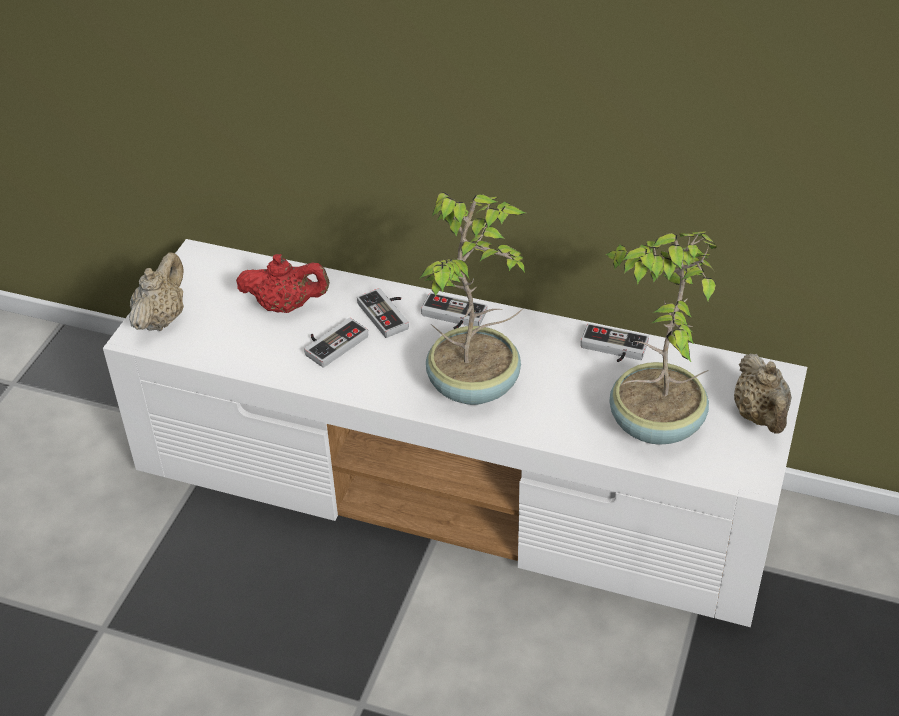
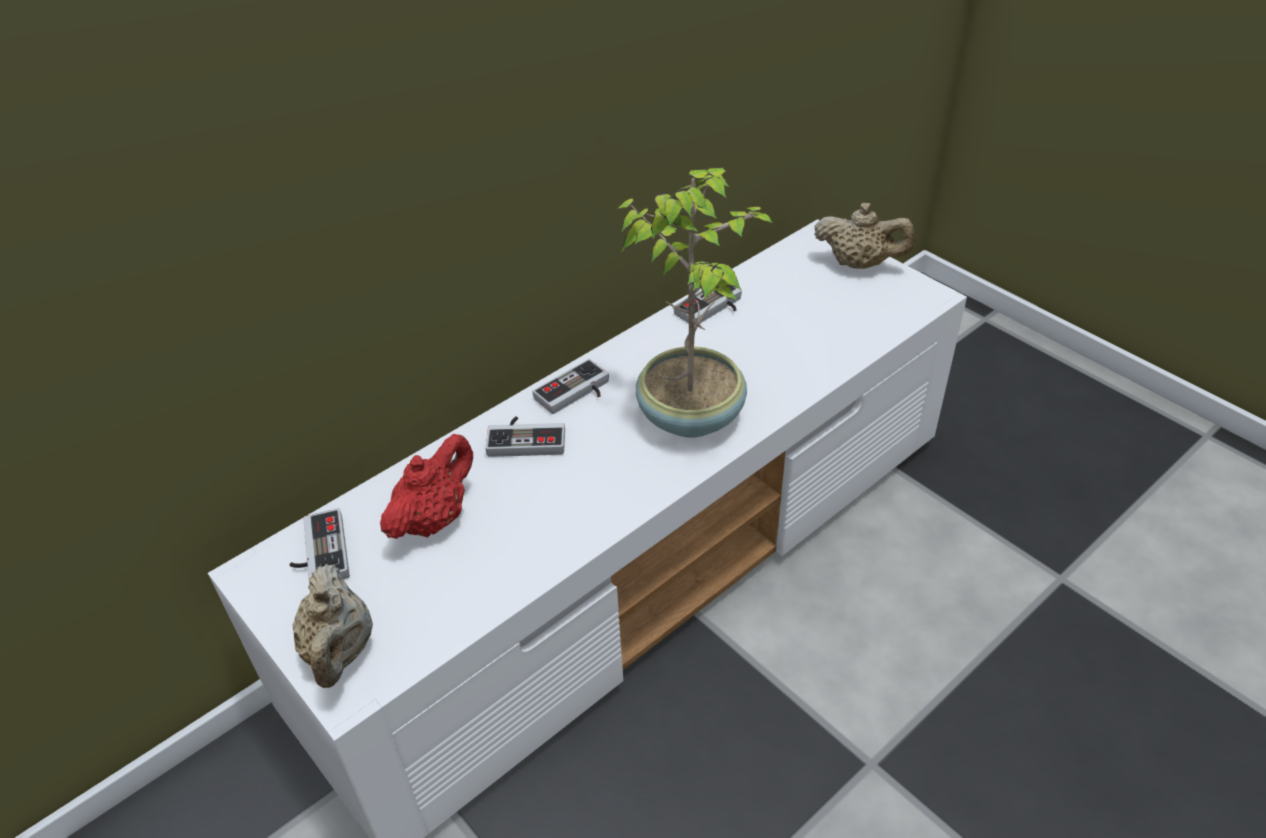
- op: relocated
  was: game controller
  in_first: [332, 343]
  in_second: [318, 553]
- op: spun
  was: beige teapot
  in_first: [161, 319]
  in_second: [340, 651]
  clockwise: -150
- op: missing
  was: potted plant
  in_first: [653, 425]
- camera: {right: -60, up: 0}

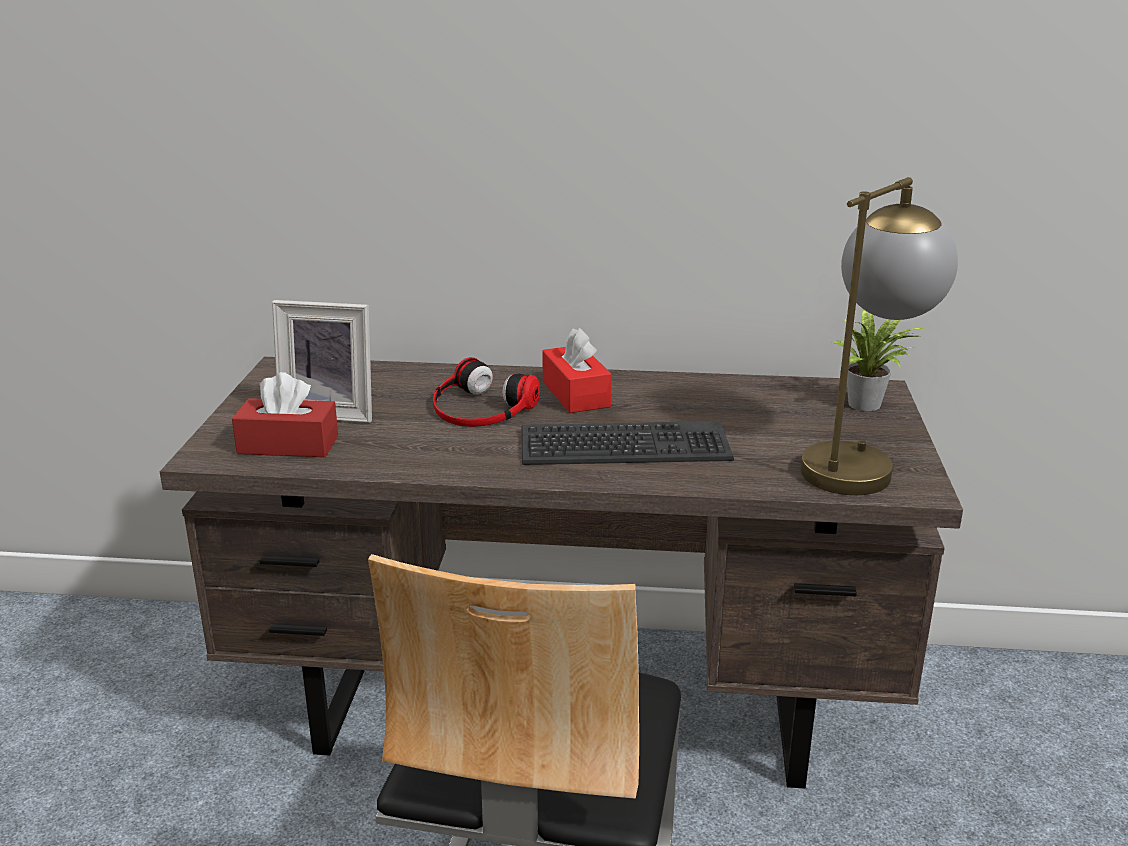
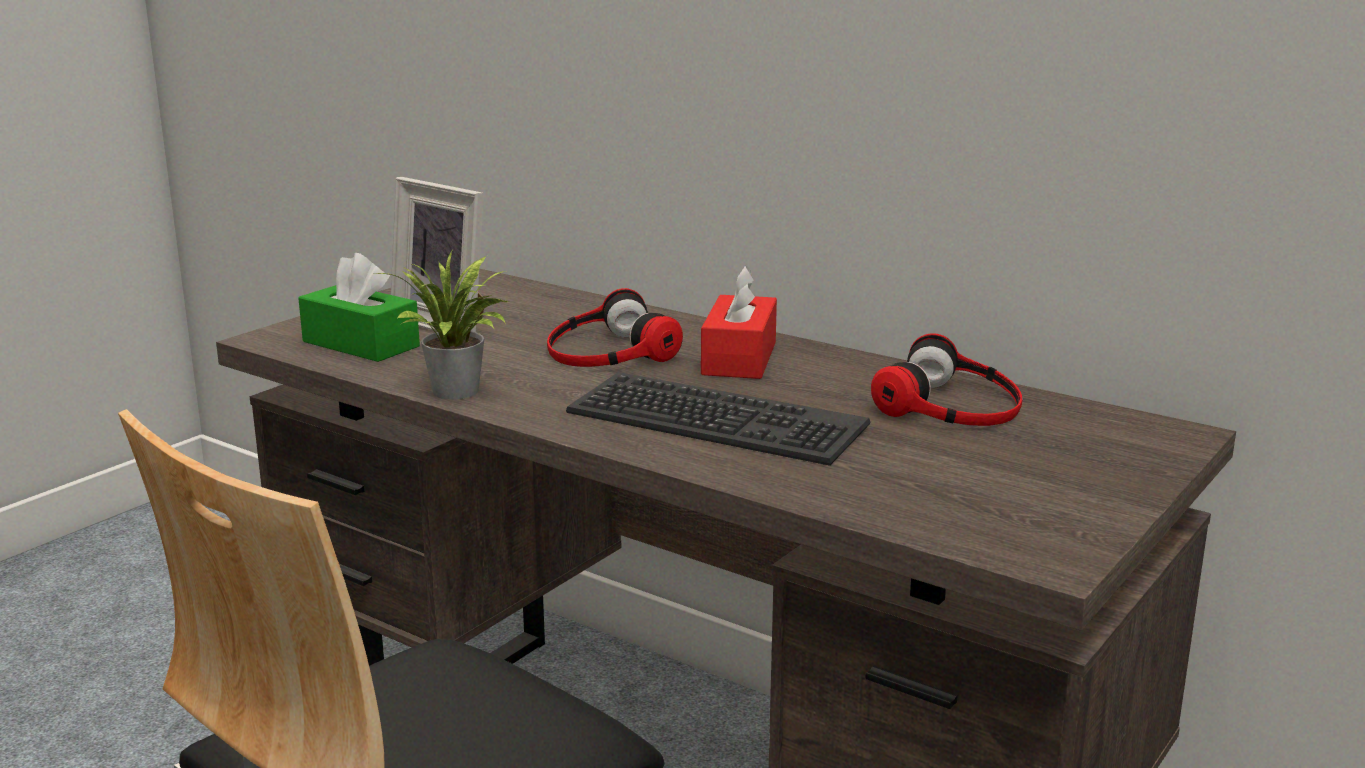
- op: colour
  was: red tissue box
  now: green tissue box
  in_first: [288, 445]
  in_second: [361, 344]
- op: relocated
  was: potted plant
  in_first: [868, 405]
  in_second: [457, 393]
- op: appeared
  now: headphones
  in_second: [952, 404]
- op: missing
  was: table lamp
  in_first: [860, 462]
- camera: {right: 30, up: -5}

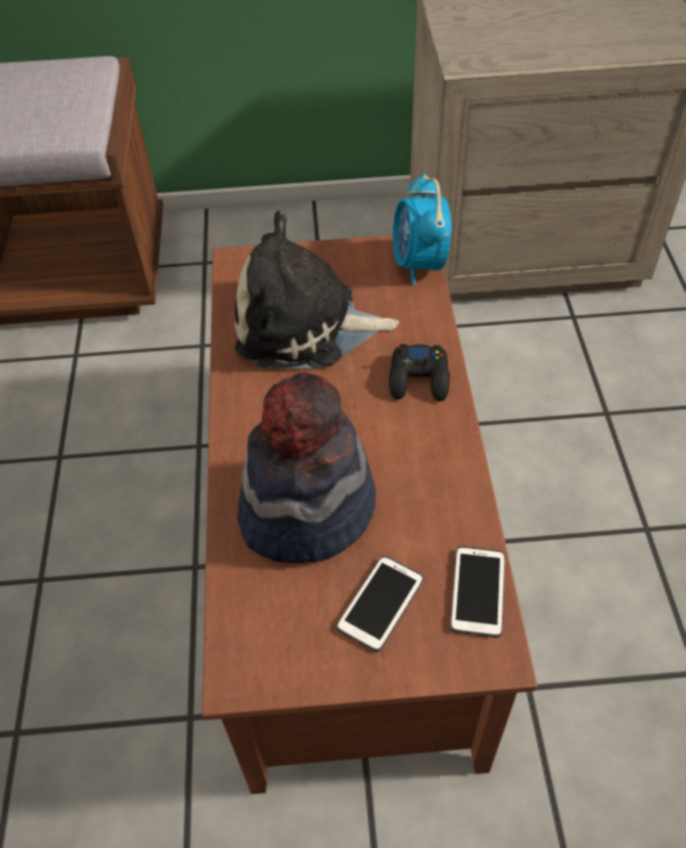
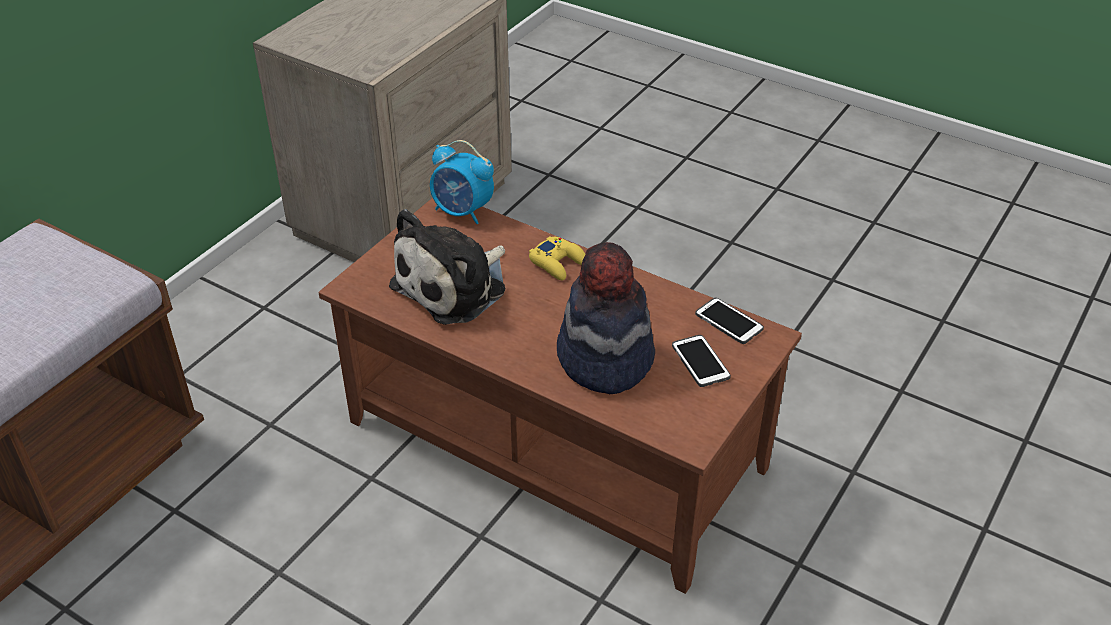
- op: colour
  was: black game controller
  now: yellow game controller
  in_first: [419, 379]
  in_second: [558, 263]
- camera: {right: -55, up: -10}

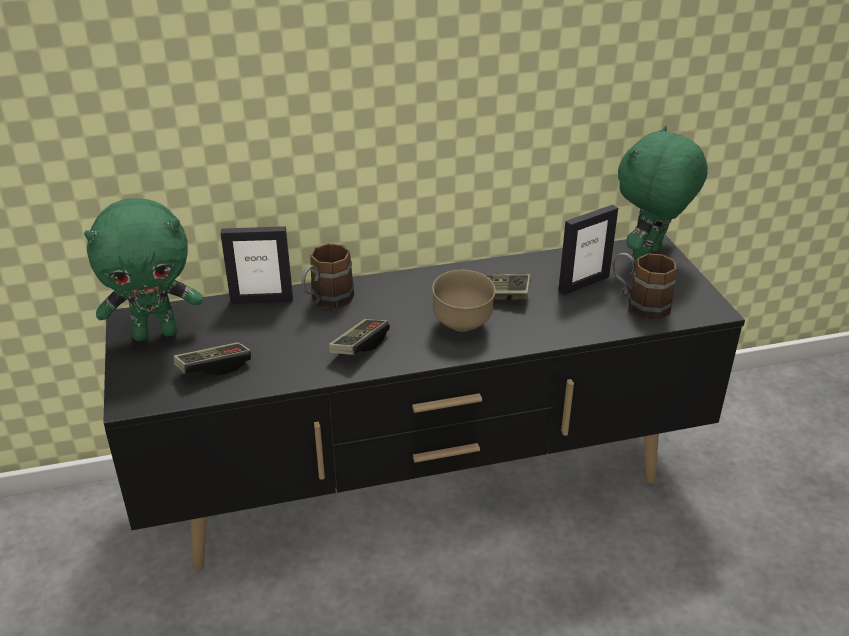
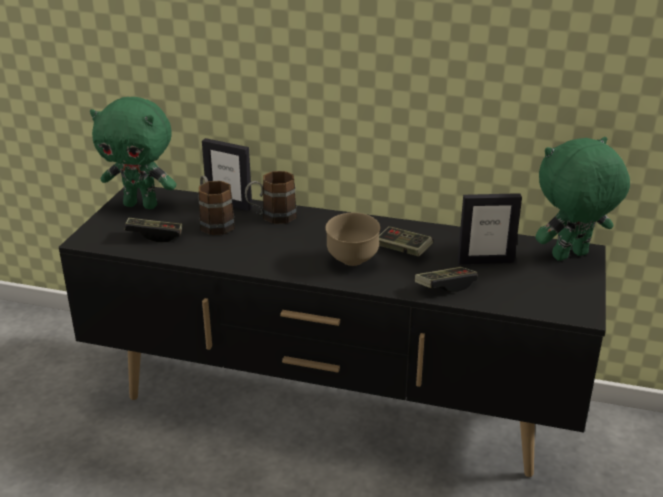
- op: relocated
  was: brown mug
  in_first: [638, 304]
  in_second: [214, 222]
- op: relocated
  was: game controller
  in_first: [359, 346]
  in_second: [445, 286]
- camera: {right: 30, up: -5}

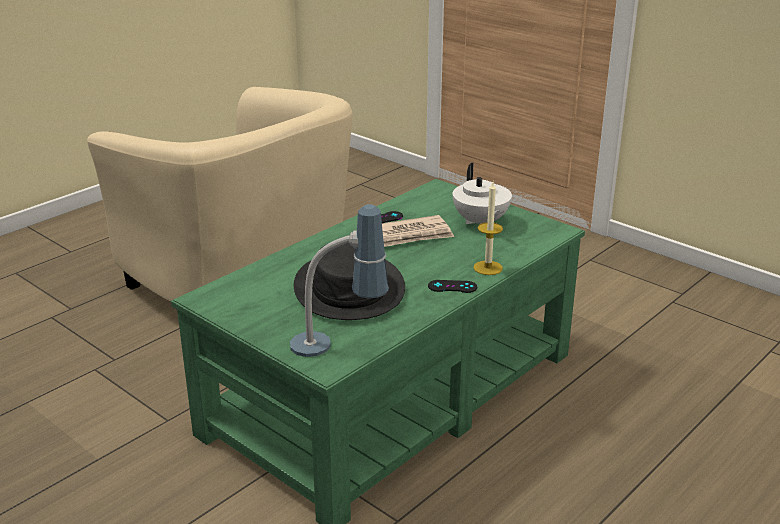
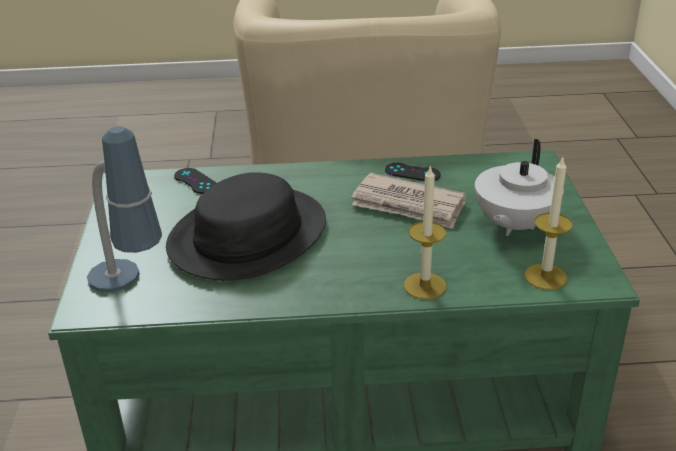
- op: relocated
  was: black game controller
  in_first: [452, 287]
  in_second: [195, 181]
- op: appeared
  now: candle
  in_second: [545, 277]
- camera: {right: 45, up: 5}

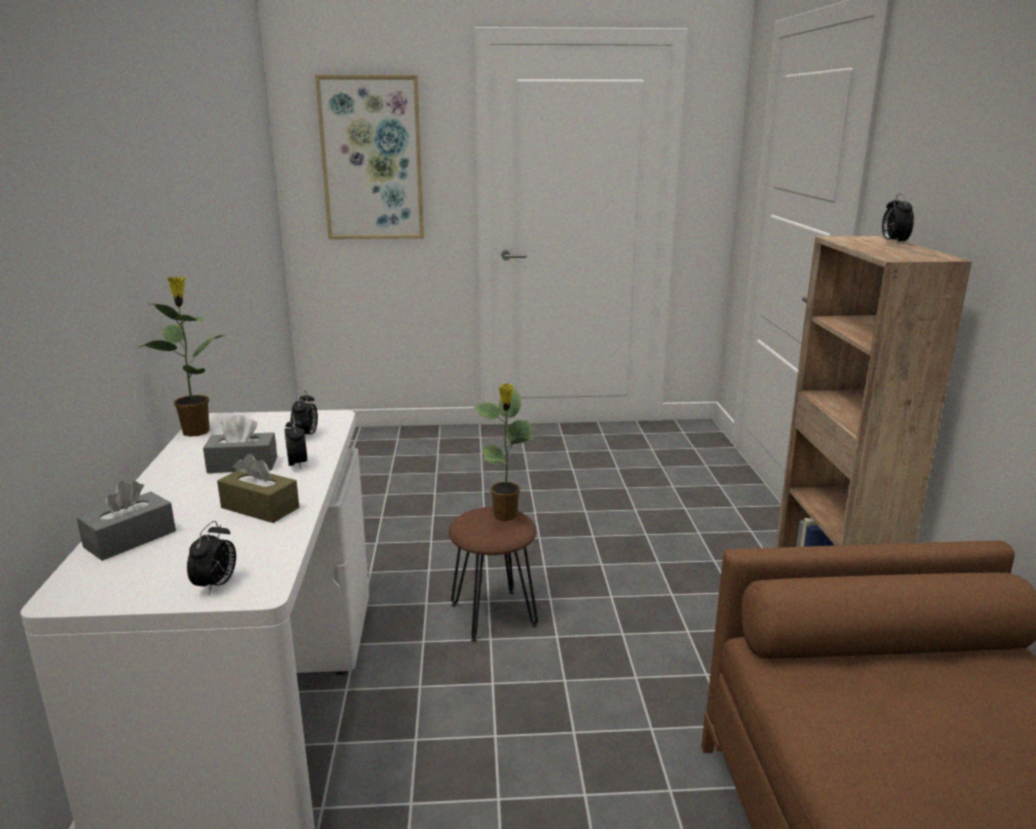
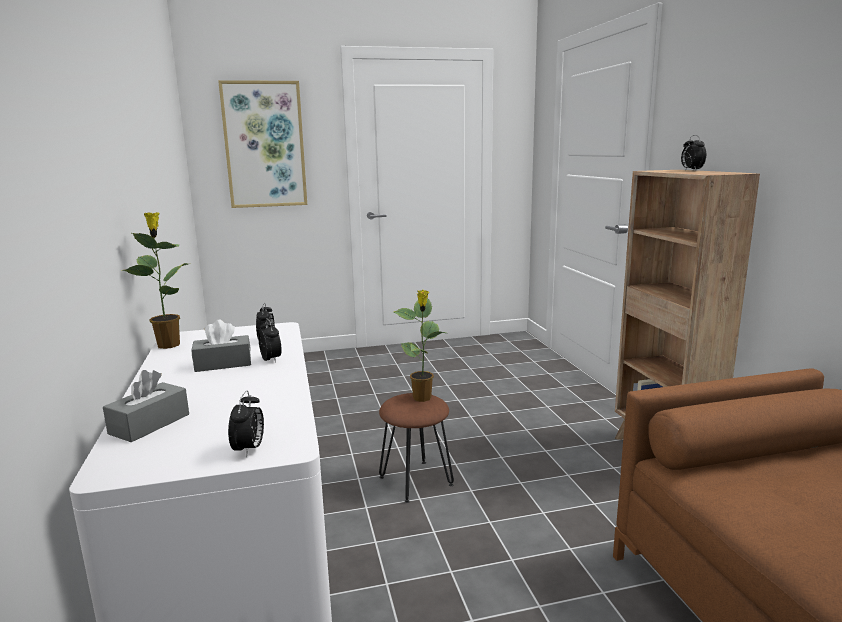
- op: missing
  was: brown tissue box
  in_first: [260, 508]
- camera: {right: -10, up: -5}

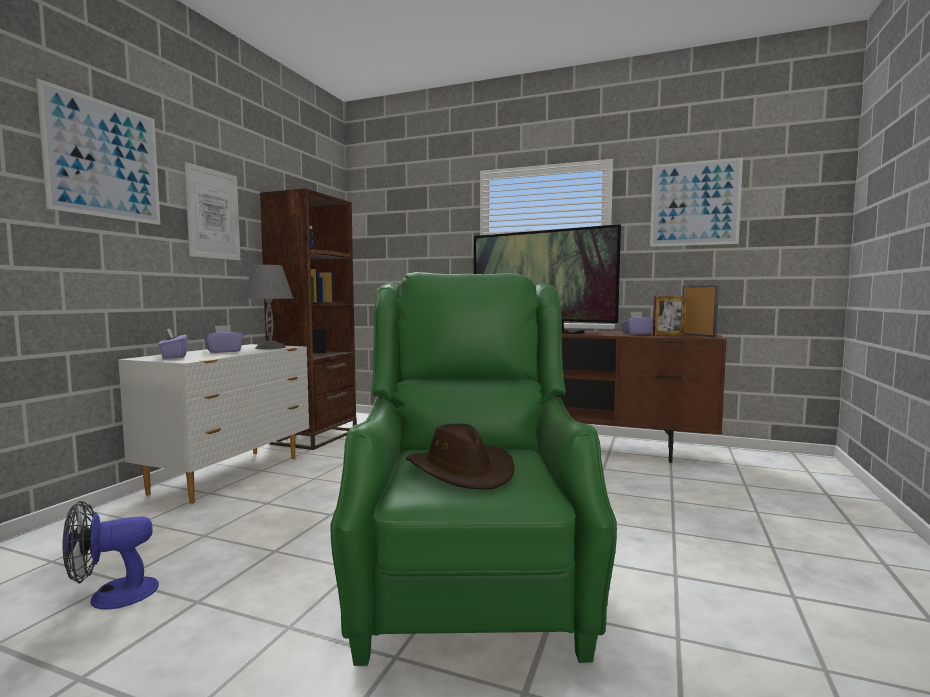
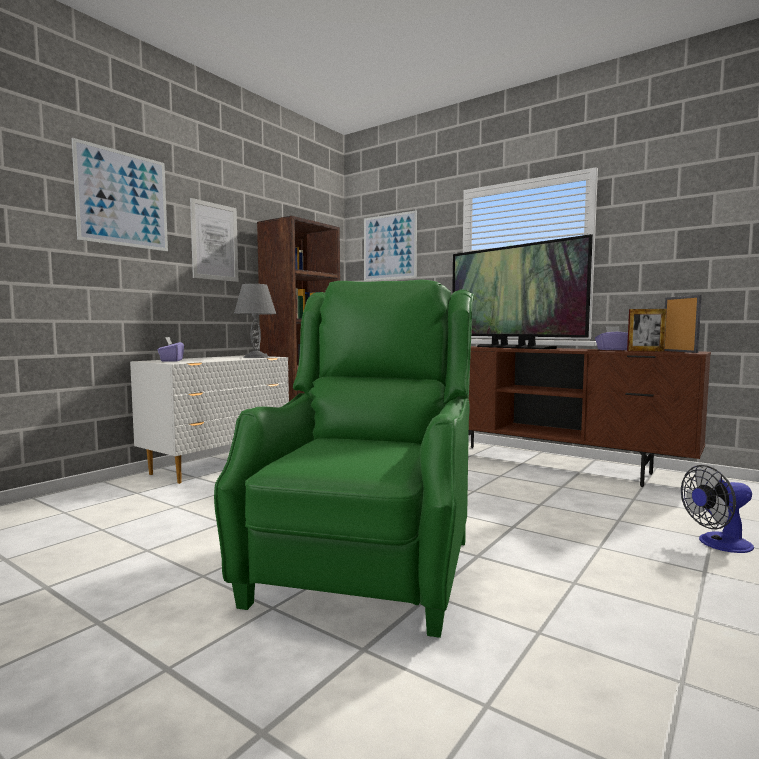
- op: relocated
  was: picture
  in_first: [694, 203]
  in_second: [389, 247]
- op: relocated
  was: fan
  in_first: [111, 596]
  in_second: [718, 544]
- op: missing
  was: purple tissue box
  in_first: [224, 351]
- op: missing
  was: brown hat
  in_first: [461, 471]
- camera: {right: 15, up: 0}

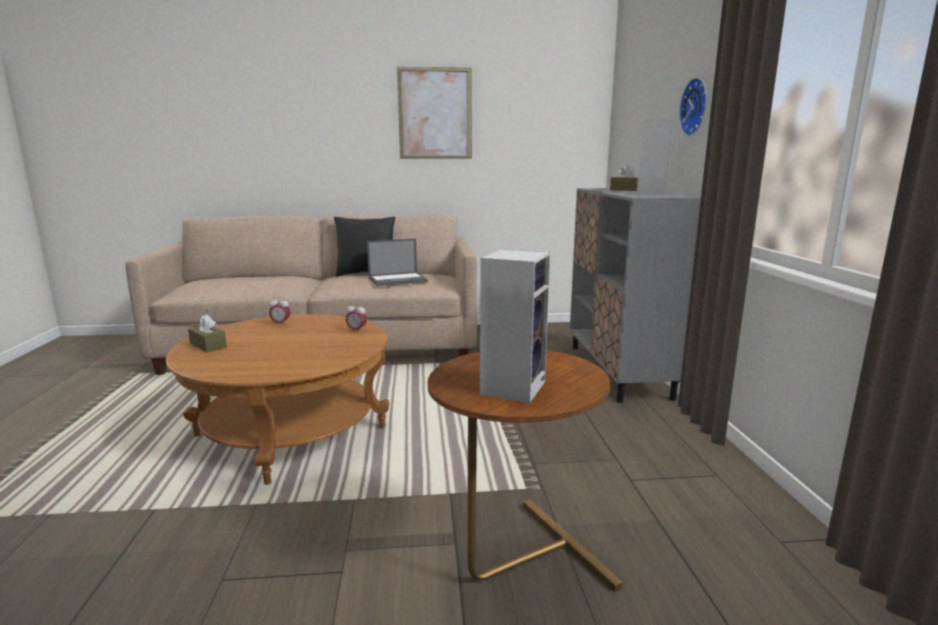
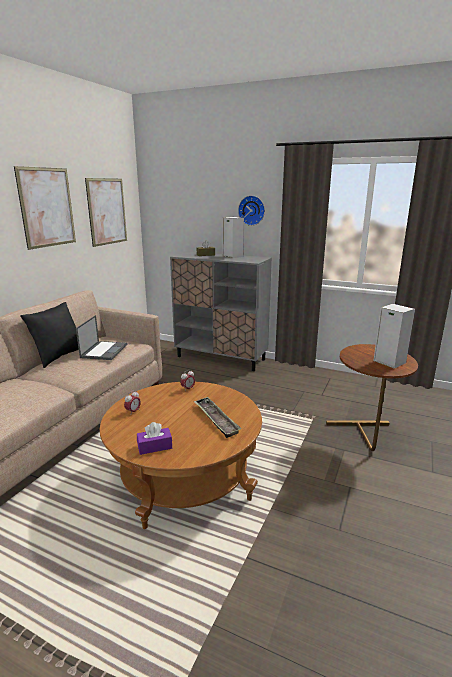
- op: appeared
  now: picture
  in_second: [107, 211]
- op: colour
  was: brown tissue box
  now: purple tissue box
  in_first: [208, 345]
  in_second: [154, 446]
- op: appeared
  now: tray
  in_second: [216, 419]
- camera: {right: -60, up: 5}

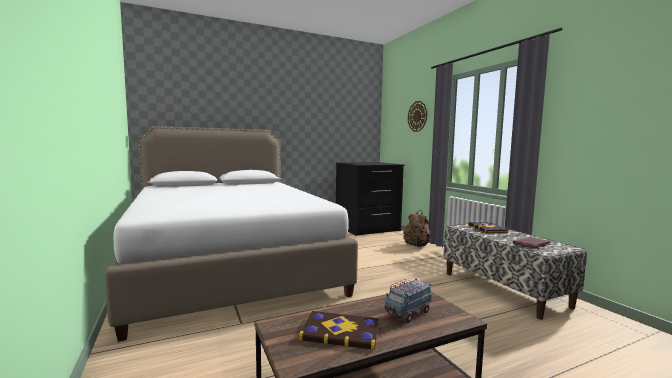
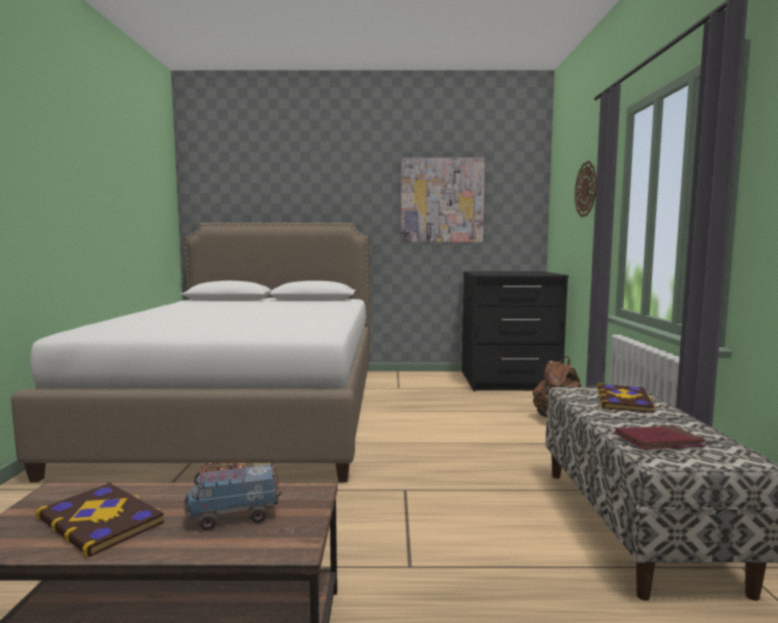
- op: appeared
  now: picture
  in_second: [442, 200]
- camera: {right: 25, up: 0}

